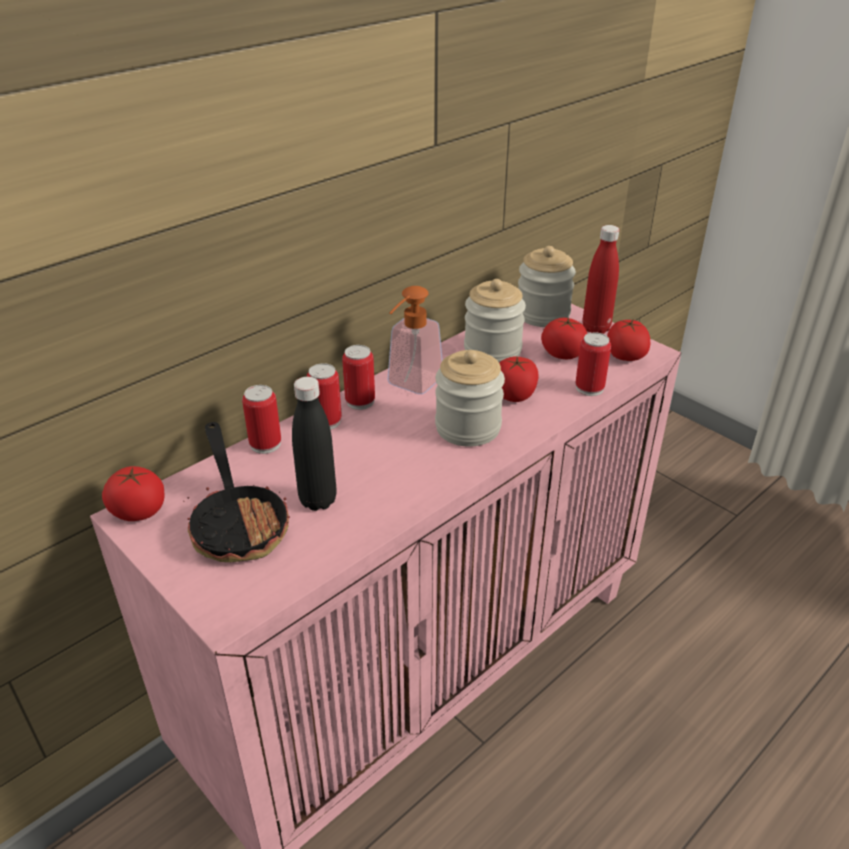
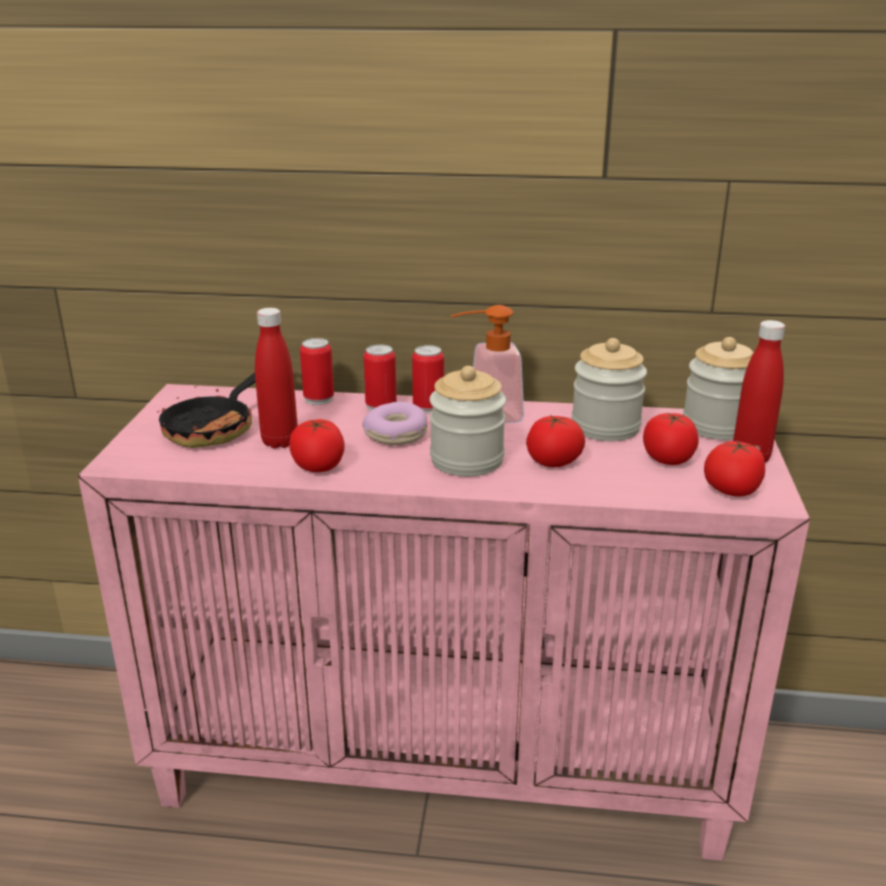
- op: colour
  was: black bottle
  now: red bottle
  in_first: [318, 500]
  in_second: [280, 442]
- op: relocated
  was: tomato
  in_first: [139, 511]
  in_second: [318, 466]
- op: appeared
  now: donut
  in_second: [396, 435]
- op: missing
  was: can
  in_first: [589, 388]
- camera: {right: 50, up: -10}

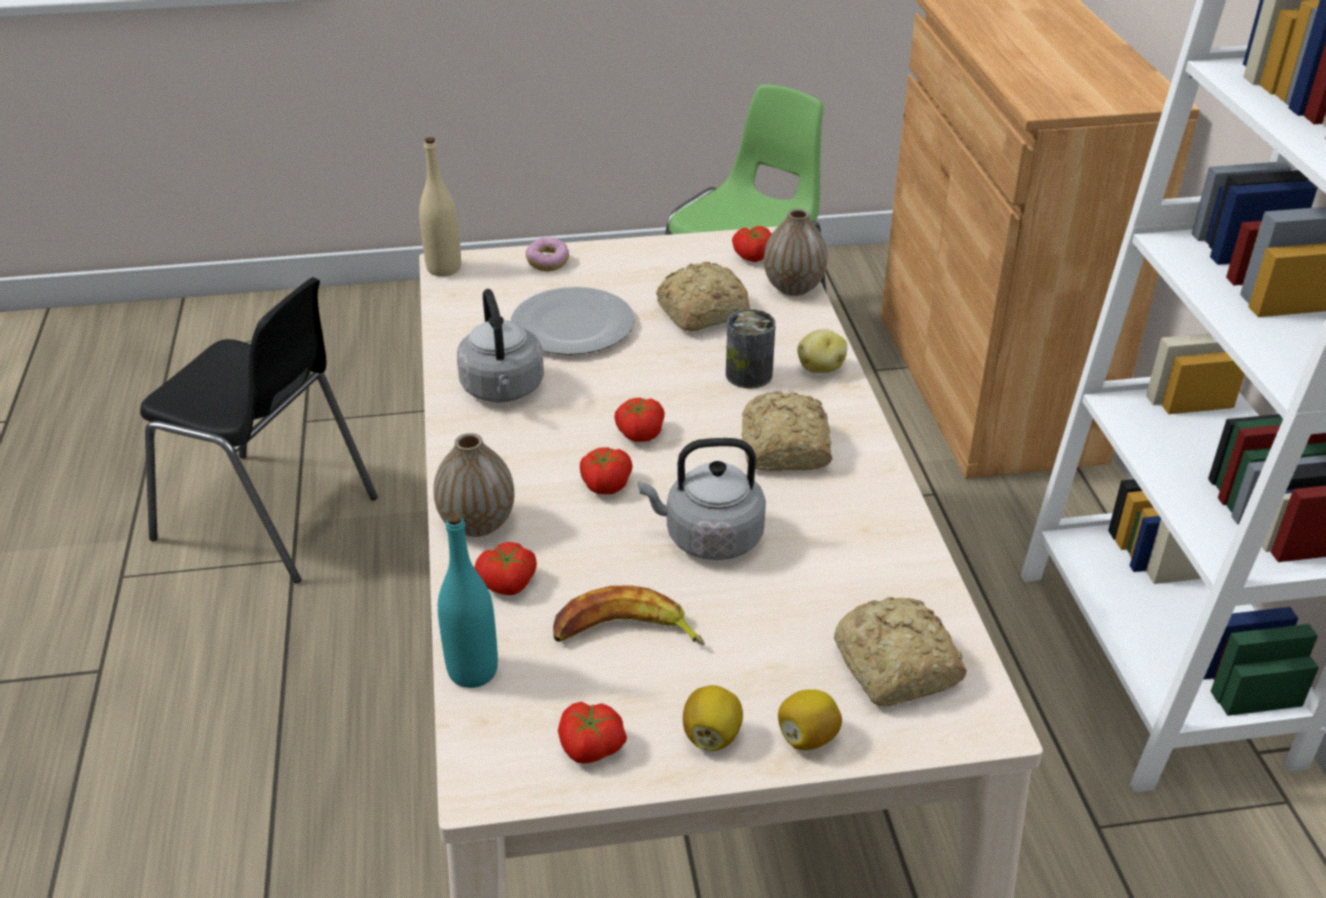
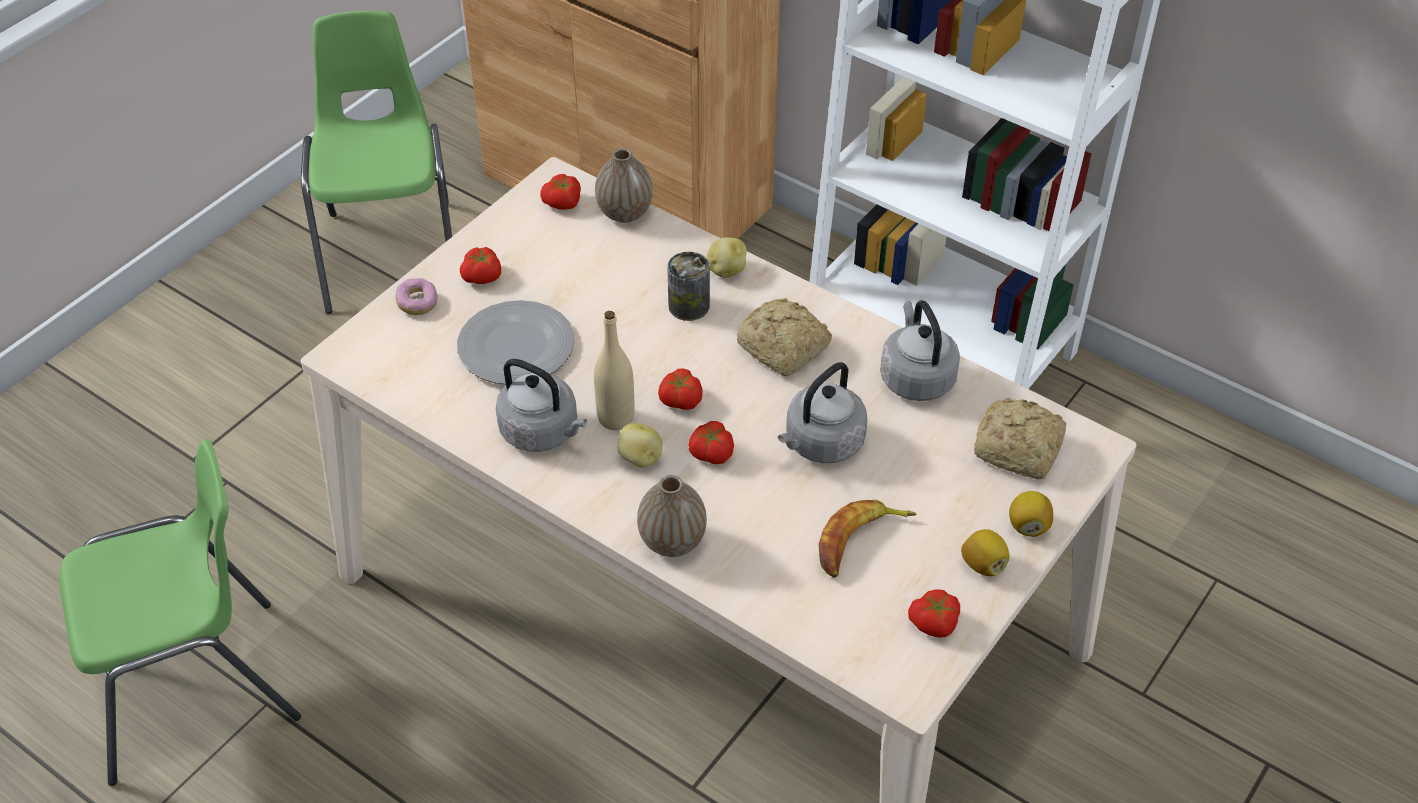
- op: colour
  was: black chair
  now: green chair
  in_first: [268, 519]
  in_second: [196, 688]
- op: relocated
  was: tomato
  in_first: [508, 584]
  in_second: [483, 277]
- op: relocated
  was: beige bottle
  in_first: [444, 268]
  in_second: [616, 418]
- op: appeared
  now: potato
  in_second: [640, 458]
- op: appeared
  now: grey kettle
  in_second: [915, 377]
- op: missing
  was: turquoise bottle
  in_first: [473, 671]
- op: missing
  was: bread
  in_first: [699, 313]
- camera: {right: -45, up: 10}

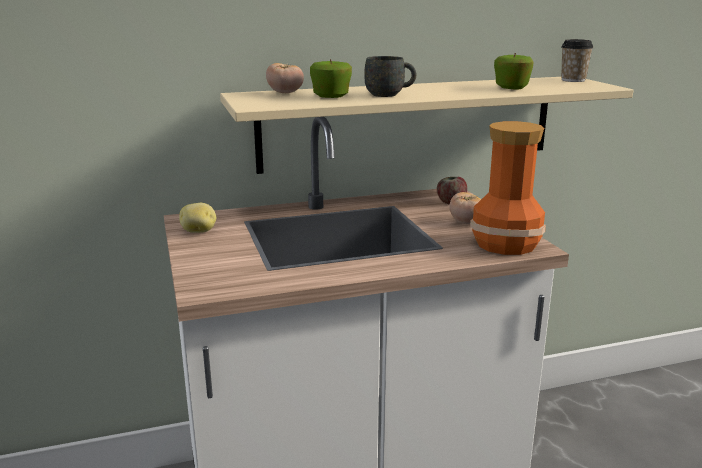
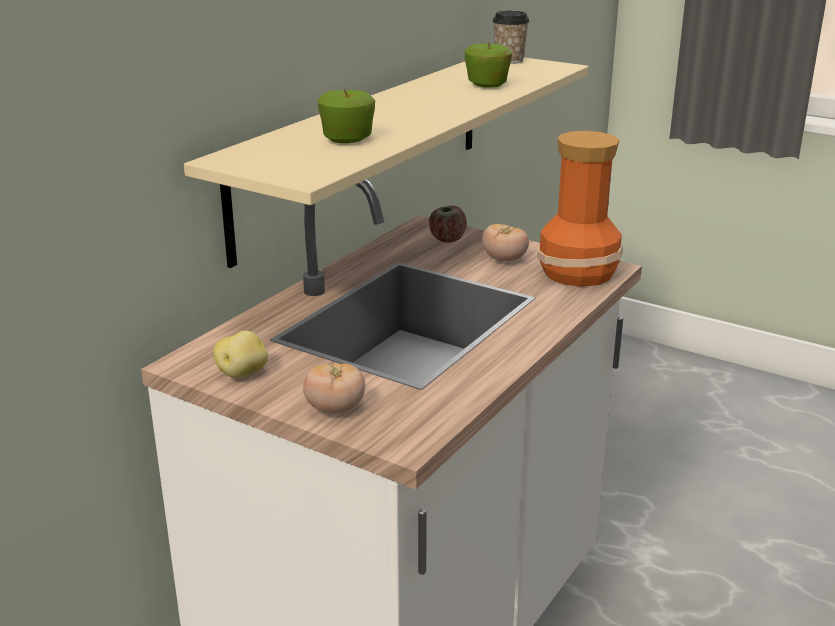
- op: relocated
  was: tomato
  in_first: [285, 93]
  in_second: [335, 409]
- op: missing
  was: grey mug
  in_first: [390, 95]
- camera: {right: -40, up: 5}

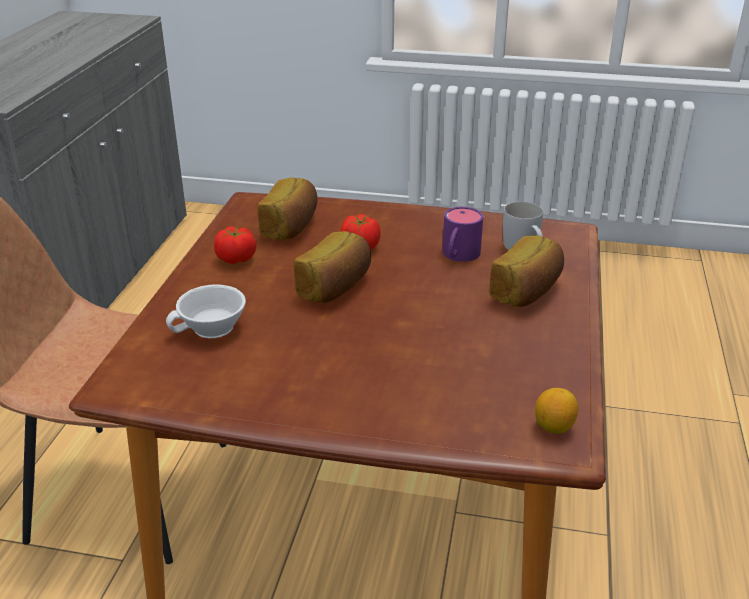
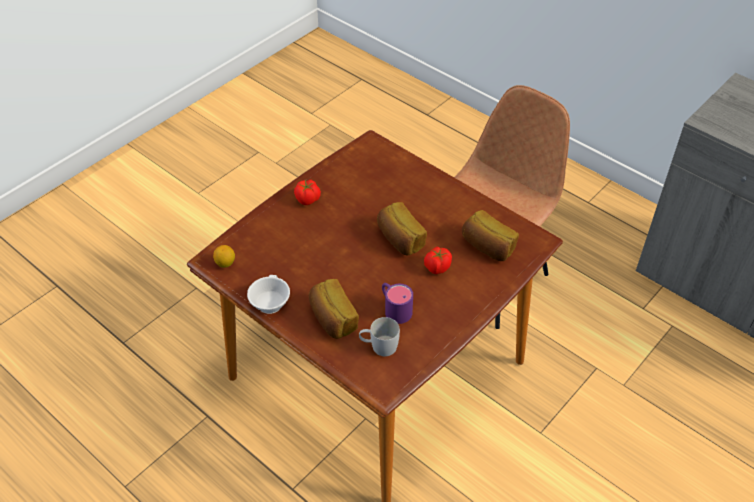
- op: relocated
  was: white cup
  in_first: [212, 329]
  in_second: [268, 302]
- op: relocated
  was: tomato
  in_first: [236, 259]
  in_second: [308, 199]
- camera: {right: 120, up: 15}

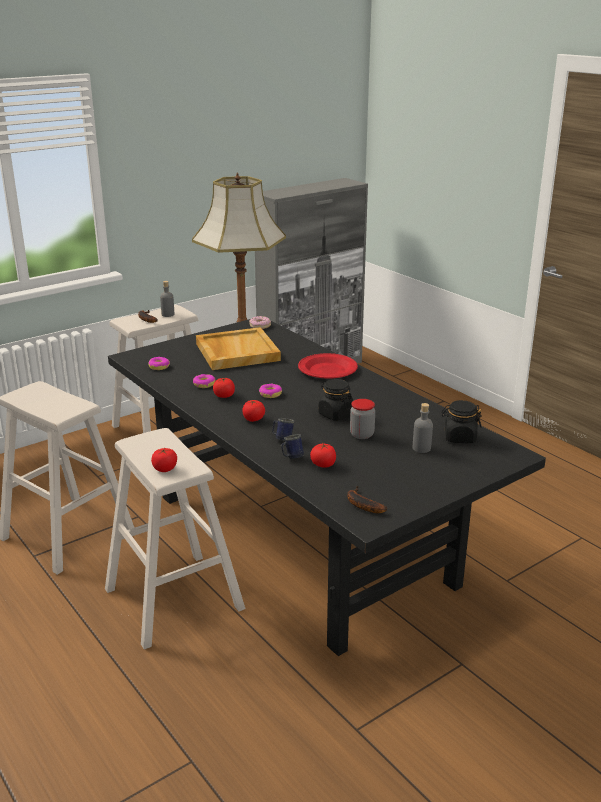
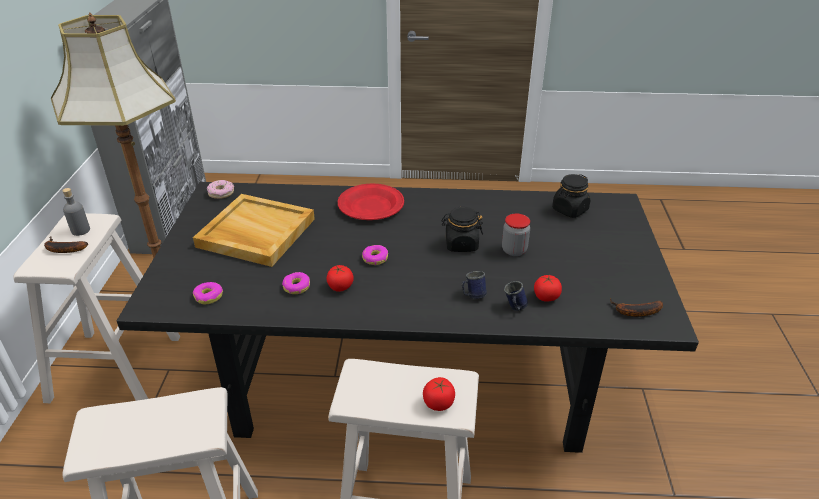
- op: missing
  was: tomato
  in_first: [253, 419]
- op: missing
  was: grey bottle
  in_first: [421, 448]
- camera: {right: -50, up: 10}

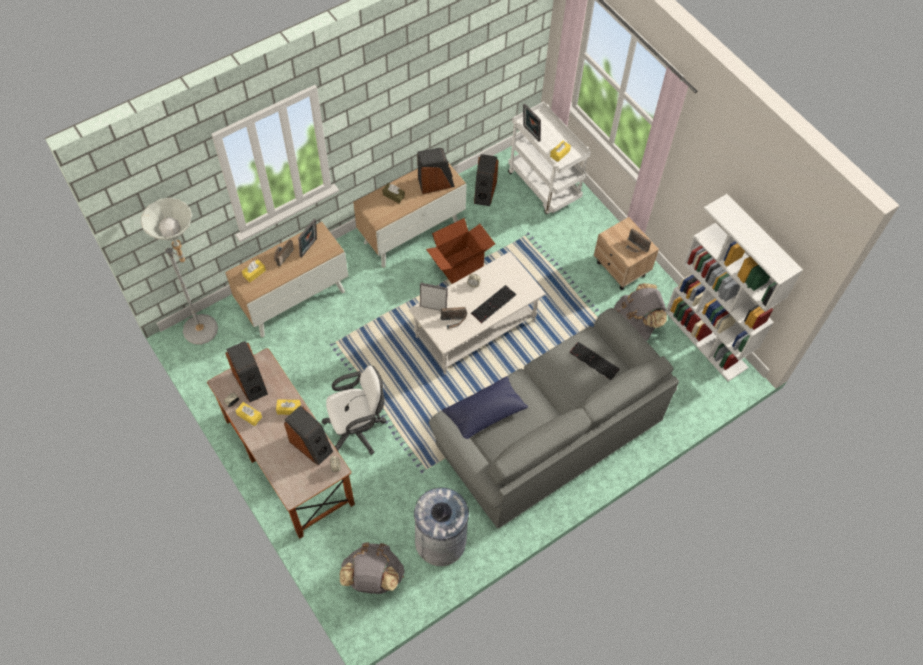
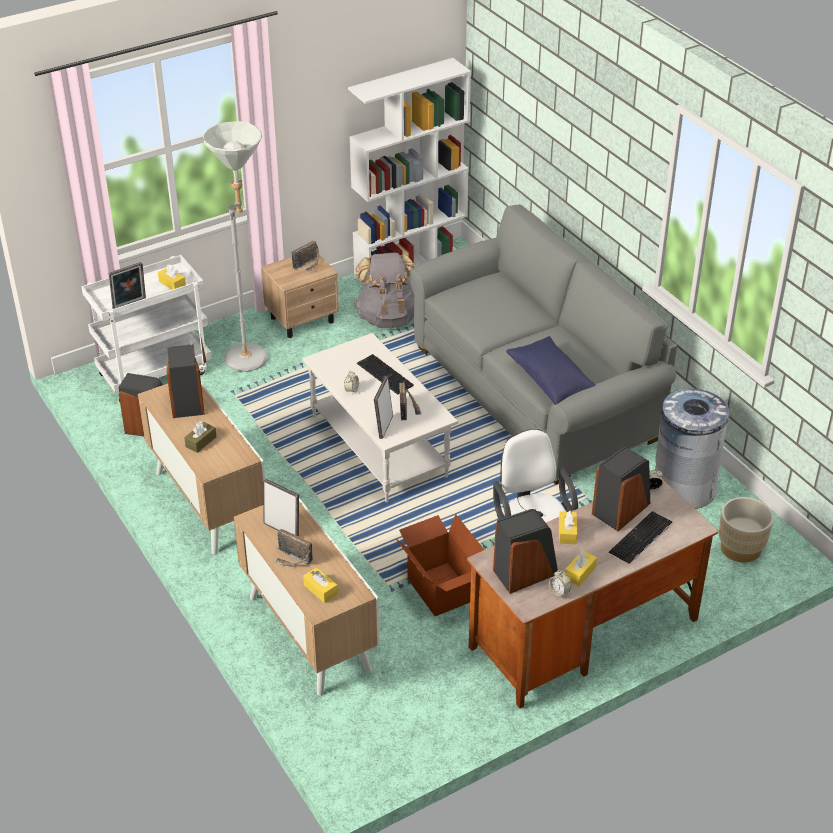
- op: relocated
  was: grey floor lamp
  in_first: [208, 332]
  in_second: [250, 353]
- op: relocated
  was: cardboard box
  in_first: [459, 264]
  in_second: [440, 590]
- op: relocated
  was: keyboard
  in_first: [593, 361]
  in_second: [641, 538]
- op: exchanged
  was: grey backpack
  now: beige planter
  in_first: [373, 578]
  in_second: [740, 548]
- camera: {right: -85, up: -20}

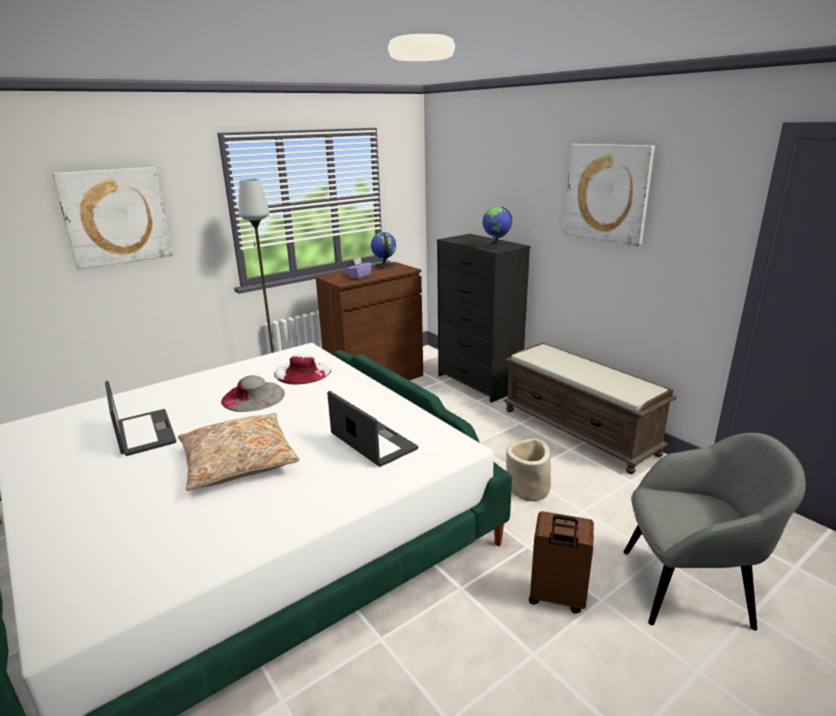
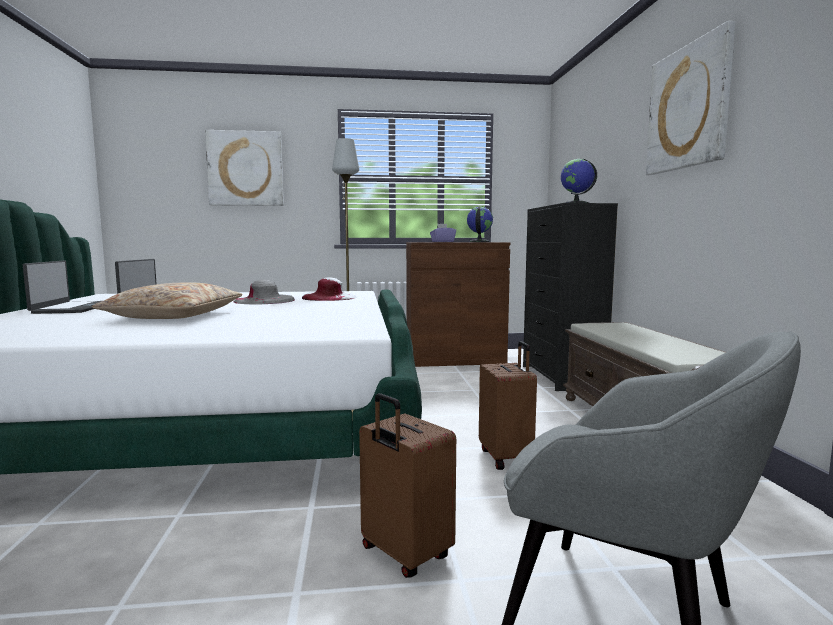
- op: relocated
  was: laptop
  in_first: [372, 442]
  in_second: [72, 308]
- op: exchanged
  was: beige planter
  now: brown suitcase
  in_first: [528, 489]
  in_second: [507, 457]
- camera: {right: 30, up: -15}

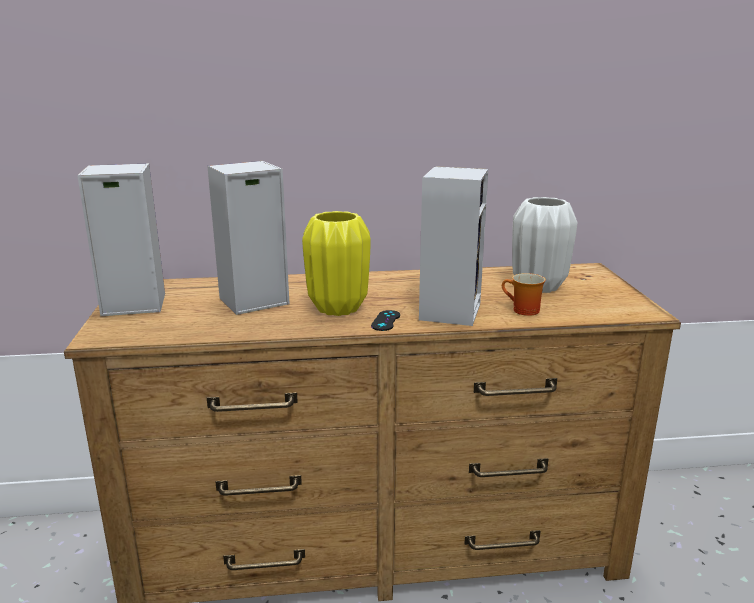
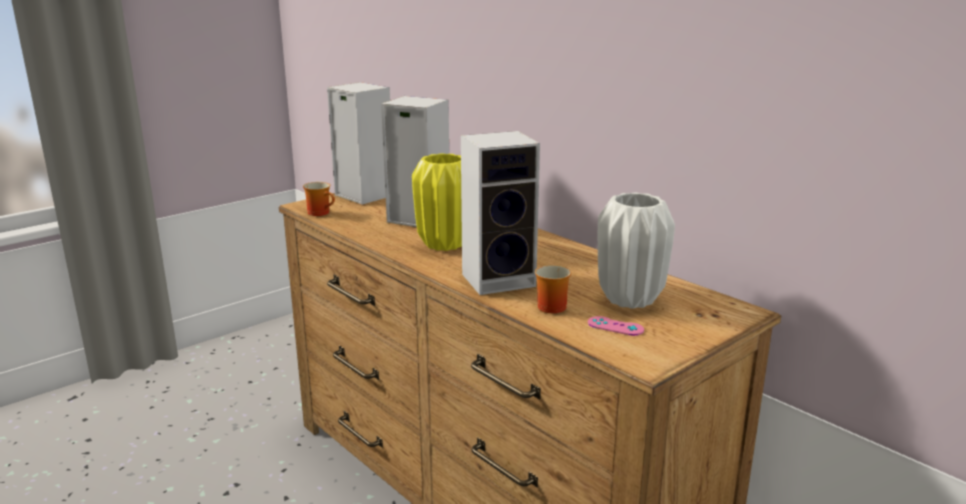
- op: appeared
  now: mug
  in_second: [321, 213]
- op: appeared
  now: pink game controller
  in_second: [615, 326]
- op: missing
  was: black game controller
  in_first: [386, 321]
- camera: {right: 55, up: 0}

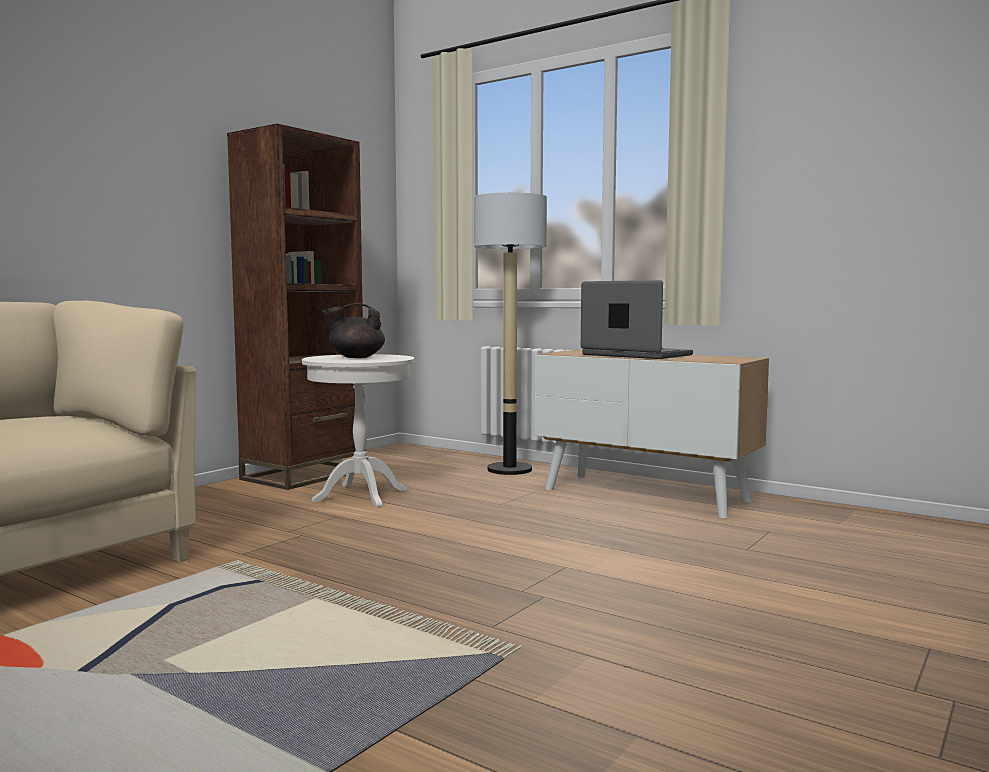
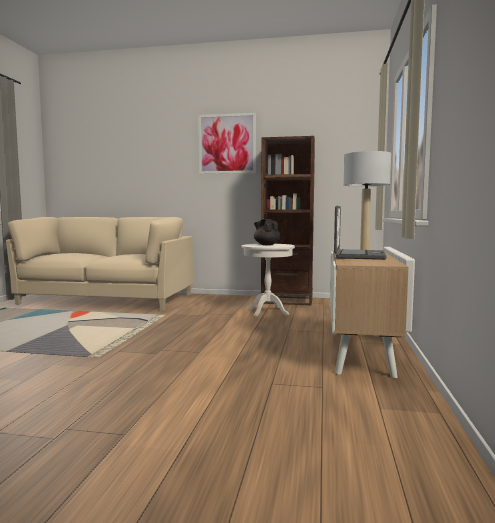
- op: appeared
  now: picture
  in_second: [227, 144]
- camera: {right: 65, up: 0}

